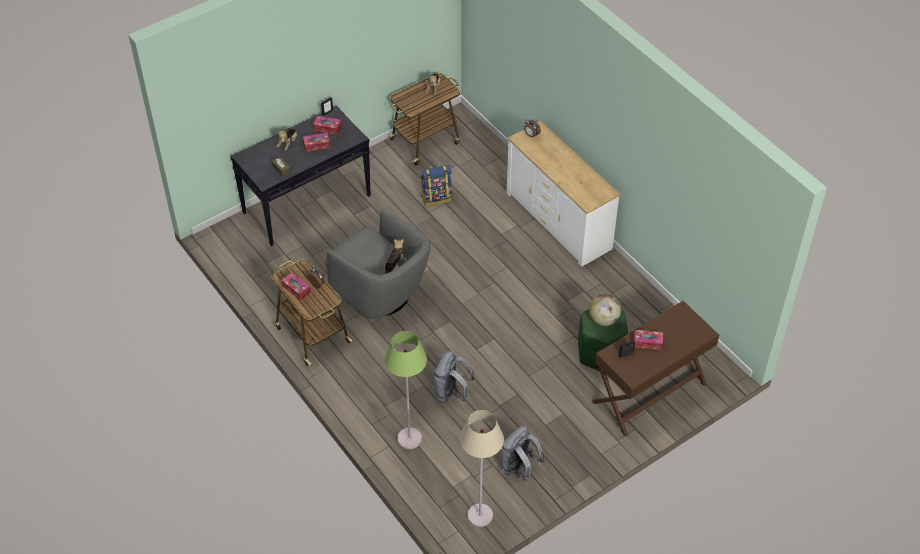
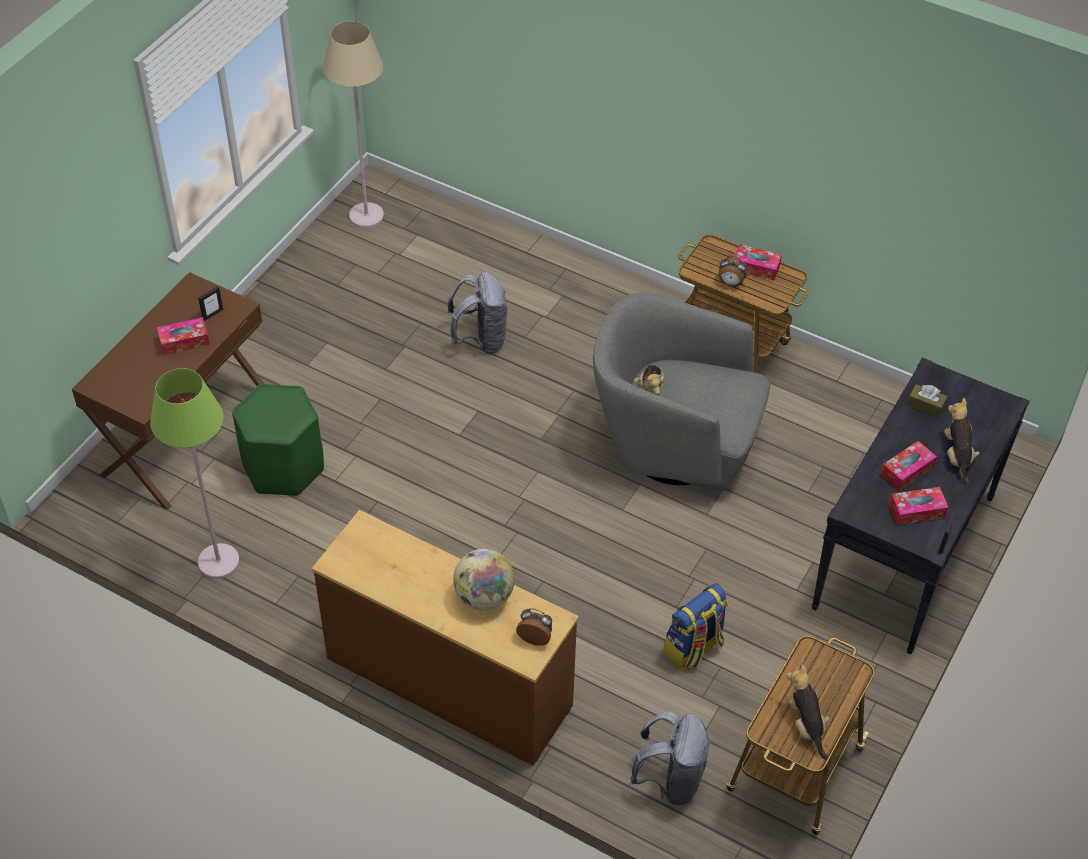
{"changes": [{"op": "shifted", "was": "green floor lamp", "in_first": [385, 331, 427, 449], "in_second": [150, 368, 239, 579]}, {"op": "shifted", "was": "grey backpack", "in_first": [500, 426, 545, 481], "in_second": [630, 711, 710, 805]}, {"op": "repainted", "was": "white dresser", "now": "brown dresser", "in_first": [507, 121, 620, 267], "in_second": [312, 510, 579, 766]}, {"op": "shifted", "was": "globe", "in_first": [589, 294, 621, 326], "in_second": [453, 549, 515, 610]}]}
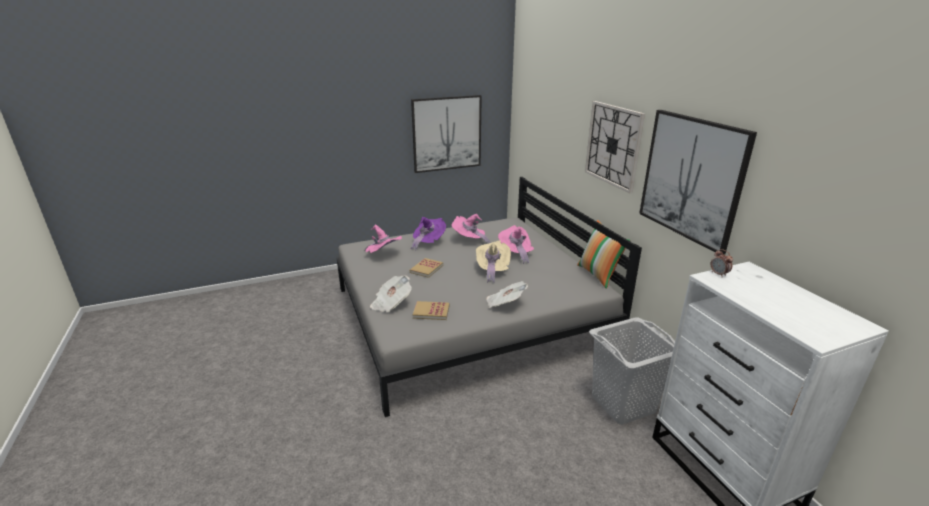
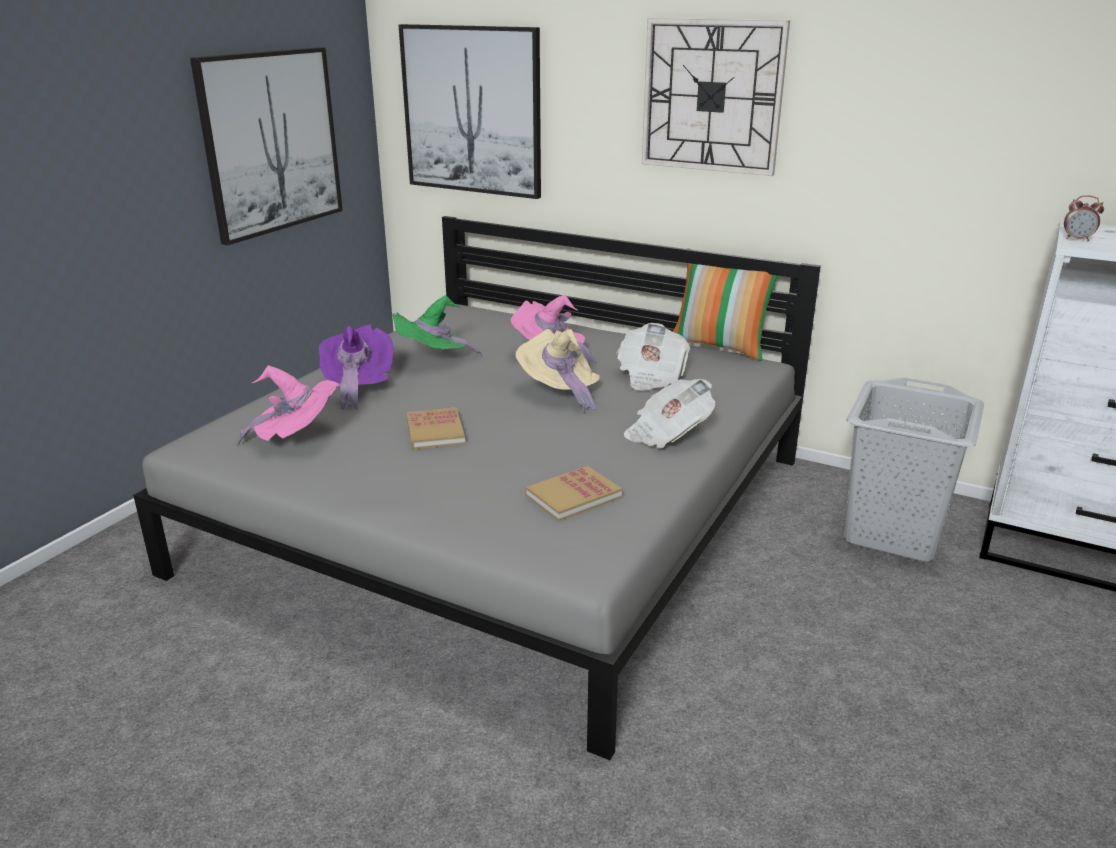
{"changes": [{"op": "shifted", "was": "newspaper", "in_first": [370, 275, 412, 313], "in_second": [616, 323, 690, 391]}, {"op": "repainted", "was": "pink hat", "now": "green hat", "in_first": [452, 214, 491, 244], "in_second": [392, 295, 484, 358]}, {"op": "shifted", "was": "picture", "in_first": [639, 110, 757, 255], "in_second": [399, 24, 541, 199]}]}
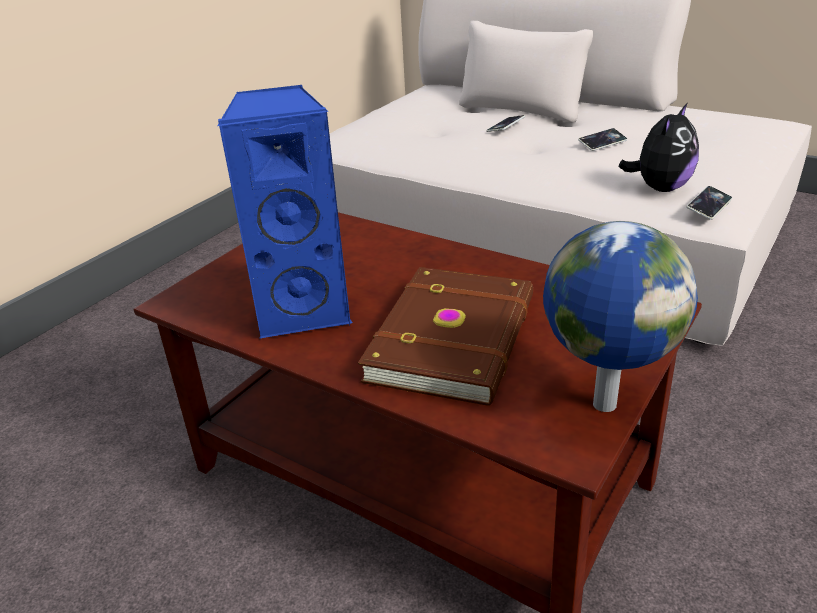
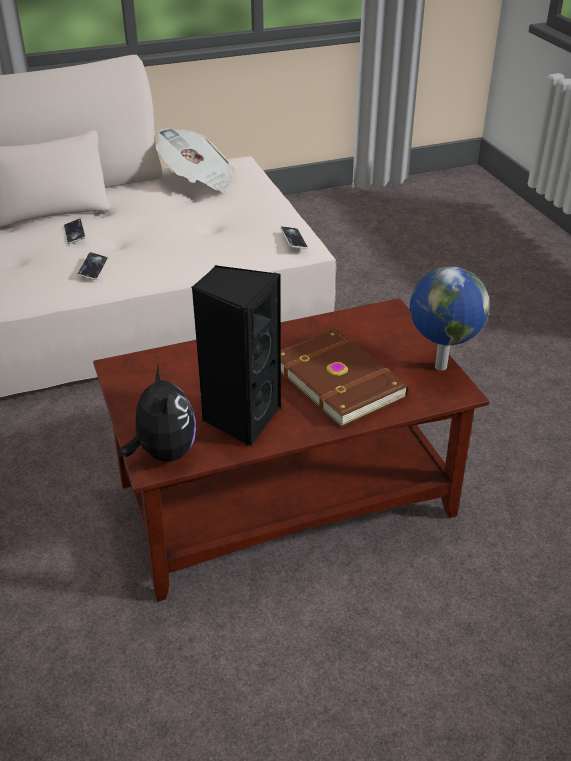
{"changes": [{"op": "repainted", "was": "blue speaker", "now": "black speaker", "in_first": [217, 85, 352, 339], "in_second": [191, 264, 281, 446]}, {"op": "shifted", "was": "phone", "in_first": [578, 128, 628, 151], "in_second": [77, 252, 108, 280]}, {"op": "shifted", "was": "plush toy", "in_first": [618, 104, 699, 192], "in_second": [119, 365, 196, 462]}, {"op": "new", "now": "newspaper", "in_second": [155, 128, 235, 191]}]}
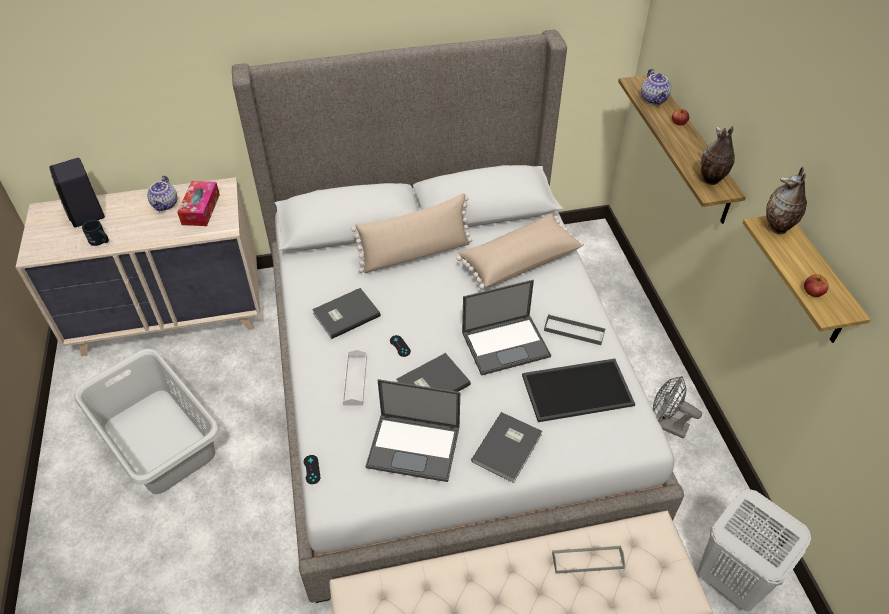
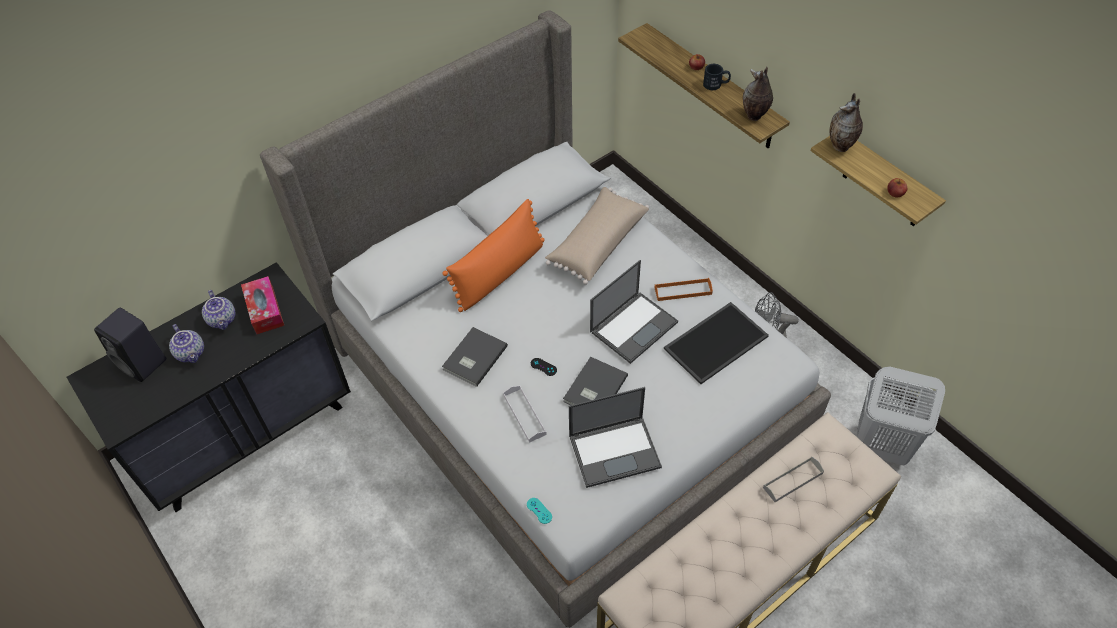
{"changes": [{"op": "repainted", "was": "beige dresser", "now": "black dresser", "in_first": [16, 177, 261, 356], "in_second": [67, 262, 351, 512]}, {"op": "gone", "was": "grey laundry basket", "in_first": [74, 349, 220, 494]}, {"op": "shifted", "was": "black mug", "in_first": [82, 220, 109, 246], "in_second": [703, 64, 731, 90]}, {"op": "repainted", "was": "black game controller", "now": "turquoise game controller", "in_first": [304, 455, 320, 484], "in_second": [527, 498, 552, 524]}, {"op": "repainted", "was": "beige pillow", "now": "orange pillow", "in_first": [351, 193, 472, 273], "in_second": [442, 199, 545, 312]}, {"op": "gone", "was": "grey book", "in_first": [471, 412, 542, 483]}, {"op": "repainted", "was": "grey tray", "now": "orange tray", "in_first": [544, 315, 606, 345], "in_second": [654, 278, 713, 301]}, {"op": "shifted", "was": "teapot", "in_first": [641, 69, 671, 105], "in_second": [169, 324, 204, 363]}]}
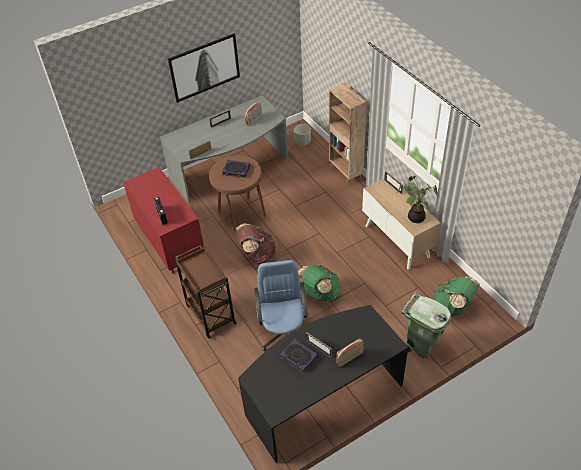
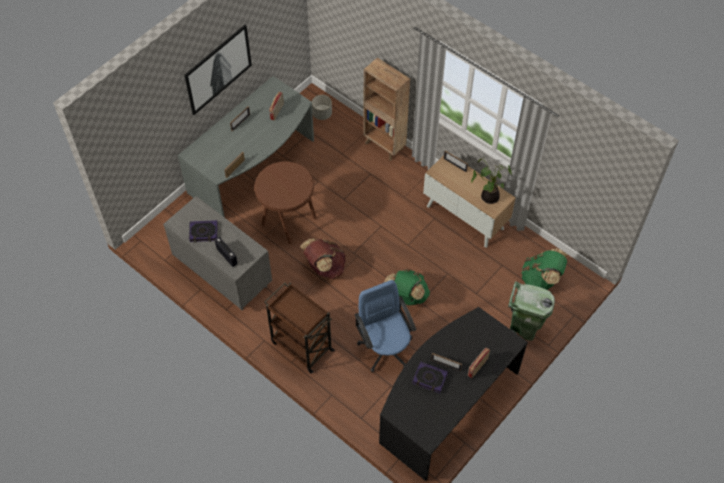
{"changes": [{"op": "repainted", "was": "red dresser", "now": "grey dresser", "in_first": [123, 167, 204, 274], "in_second": [163, 196, 272, 310]}, {"op": "shifted", "was": "book", "in_first": [222, 160, 250, 178], "in_second": [189, 220, 218, 242]}]}
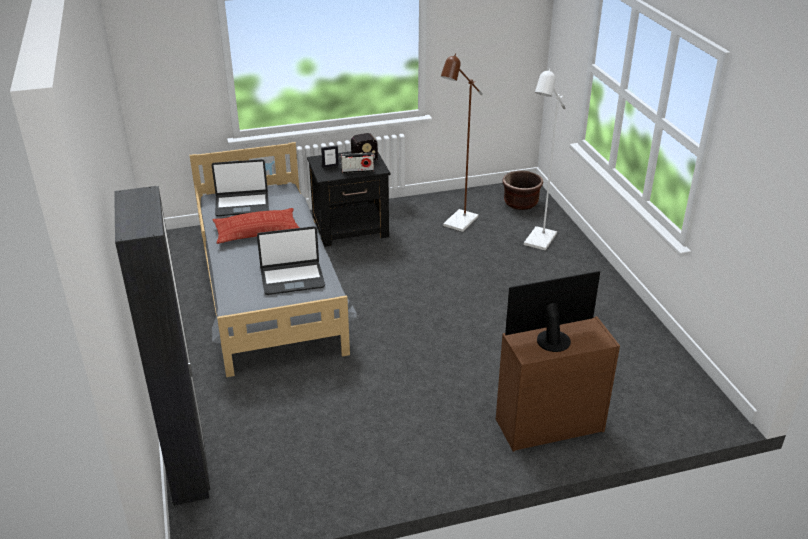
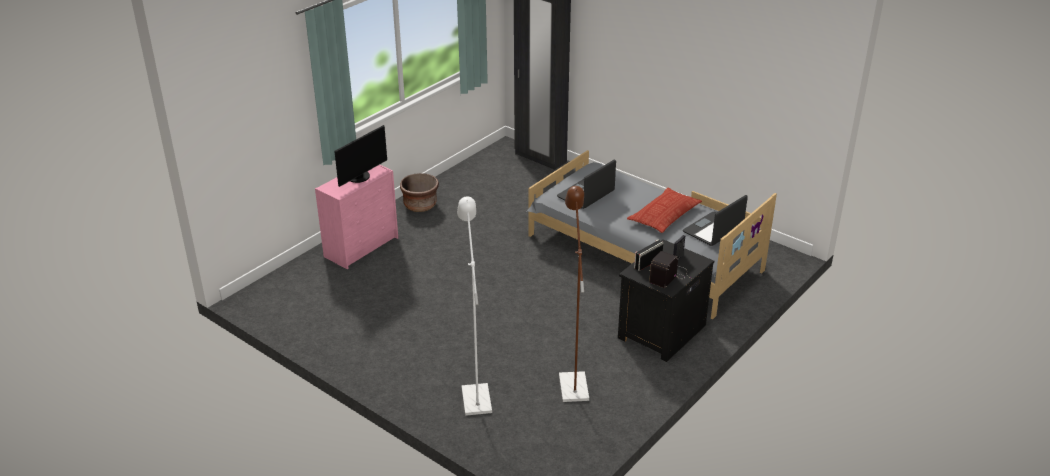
{"changes": [{"op": "repainted", "was": "brown dresser", "now": "pink dresser", "in_first": [496, 316, 620, 452], "in_second": [315, 165, 398, 269]}, {"op": "shifted", "was": "brown planter", "in_first": [502, 171, 543, 210], "in_second": [400, 173, 439, 212]}]}
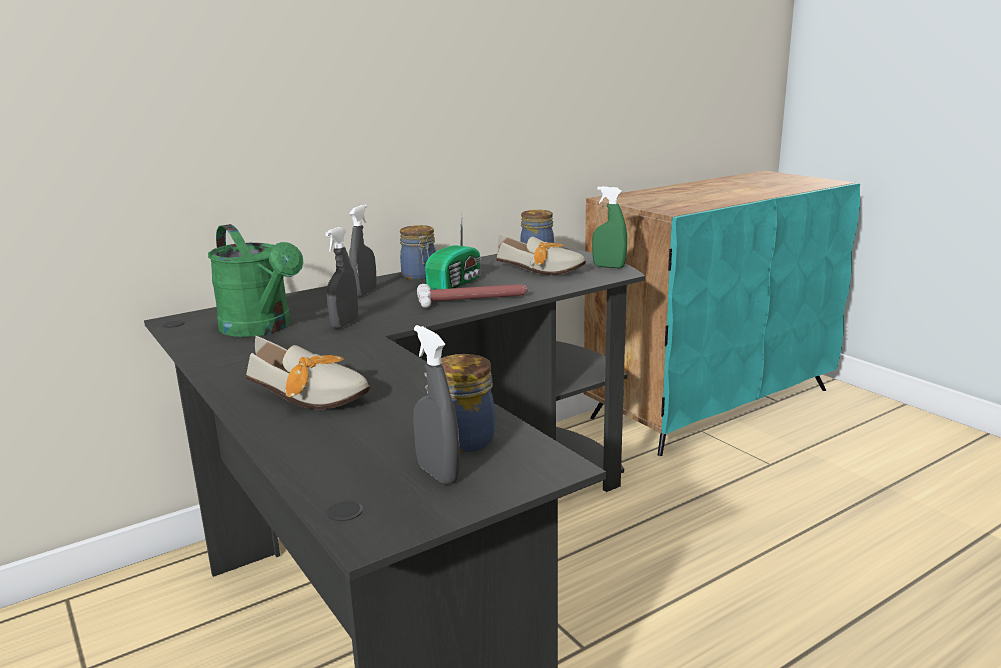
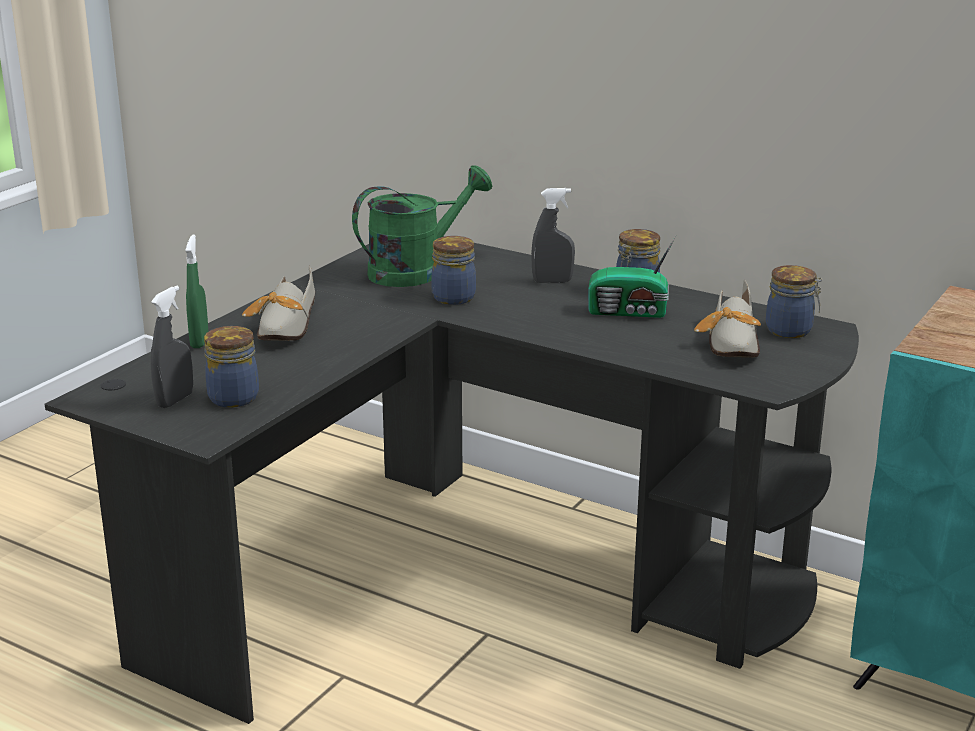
{"changes": [{"op": "rotated", "was": "green watering can", "in_first": [208, 224, 303, 337], "in_second": [352, 165, 493, 287], "clockwise": -150}, {"op": "swapped", "was": "grey spray bottle", "now": "jar", "in_first": [325, 227, 358, 328], "in_second": [431, 236, 476, 305]}, {"op": "gone", "was": "hammer", "in_first": [417, 284, 528, 308]}, {"op": "shifted", "was": "green spray bottle", "in_first": [592, 186, 627, 268], "in_second": [185, 234, 208, 348]}]}
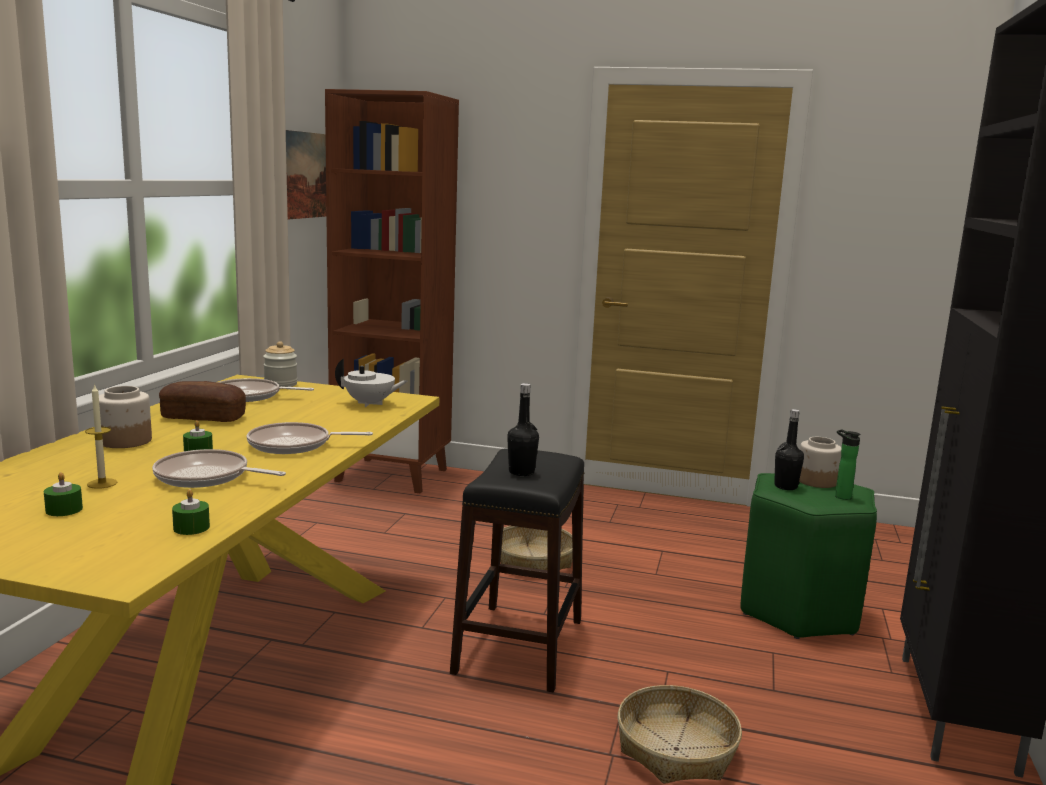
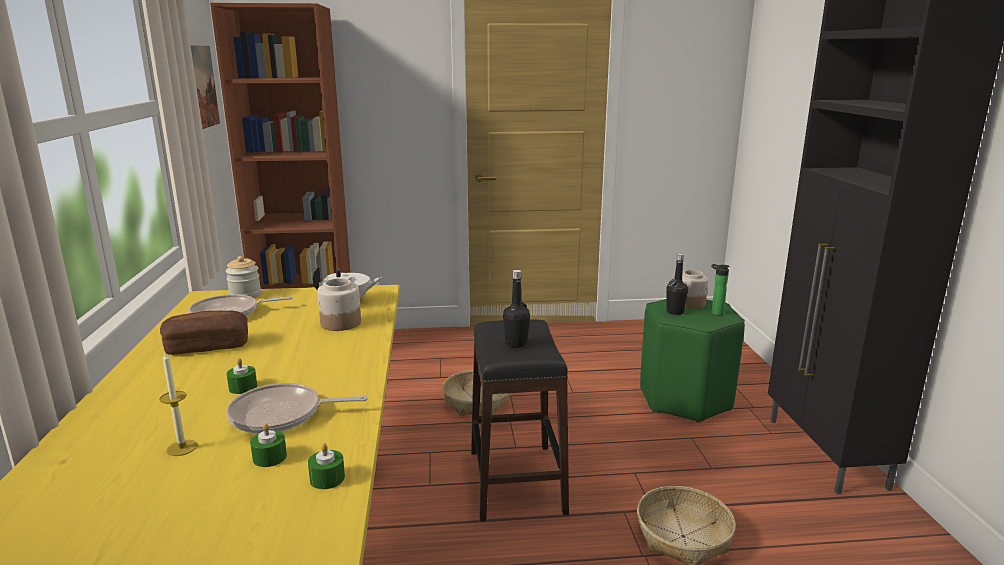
{"changes": [{"op": "shifted", "was": "green candle", "in_first": [44, 472, 83, 516], "in_second": [250, 423, 287, 467]}, {"op": "shifted", "was": "jar", "in_first": [99, 386, 152, 448], "in_second": [317, 278, 361, 331]}, {"op": "gone", "was": "frying pan", "in_first": [246, 422, 373, 454]}]}
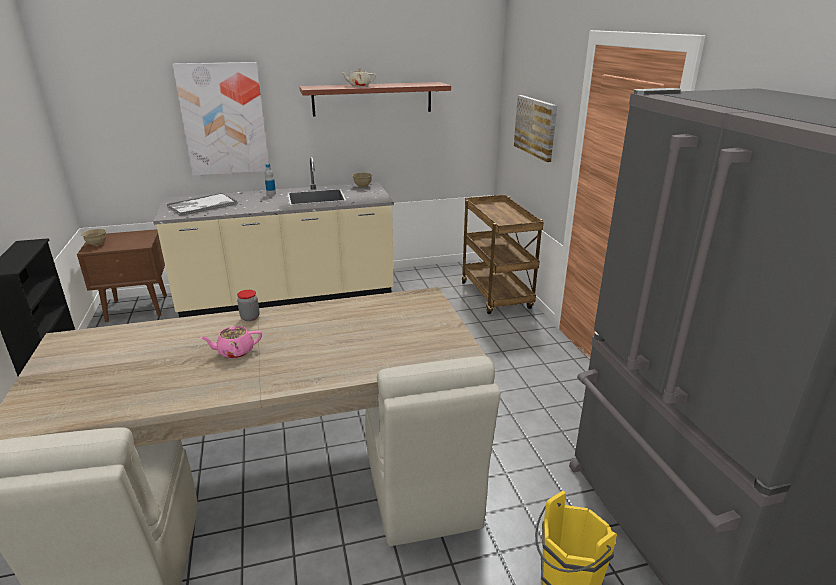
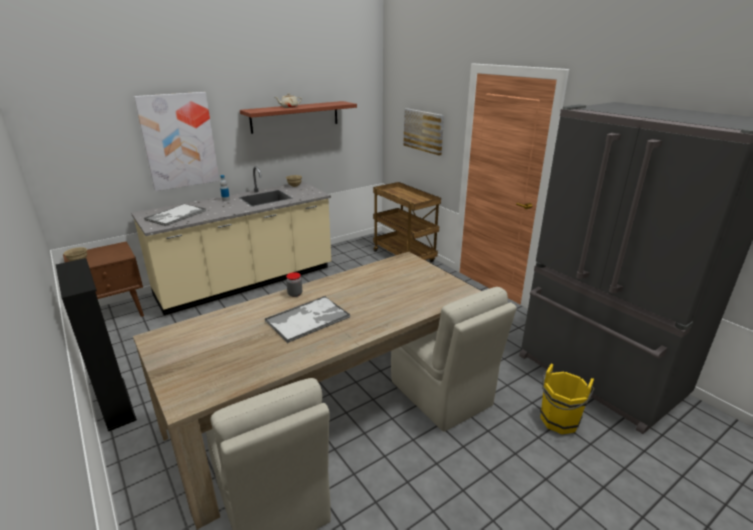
{"changes": [{"op": "swapped", "was": "pink teapot", "now": "tray", "in_first": [200, 326, 262, 359], "in_second": [265, 296, 350, 343]}]}
